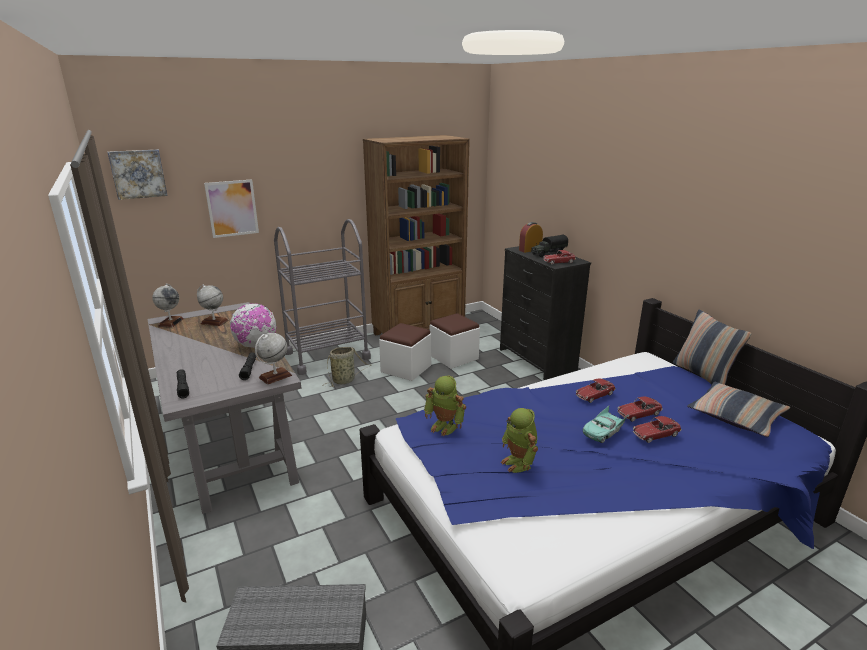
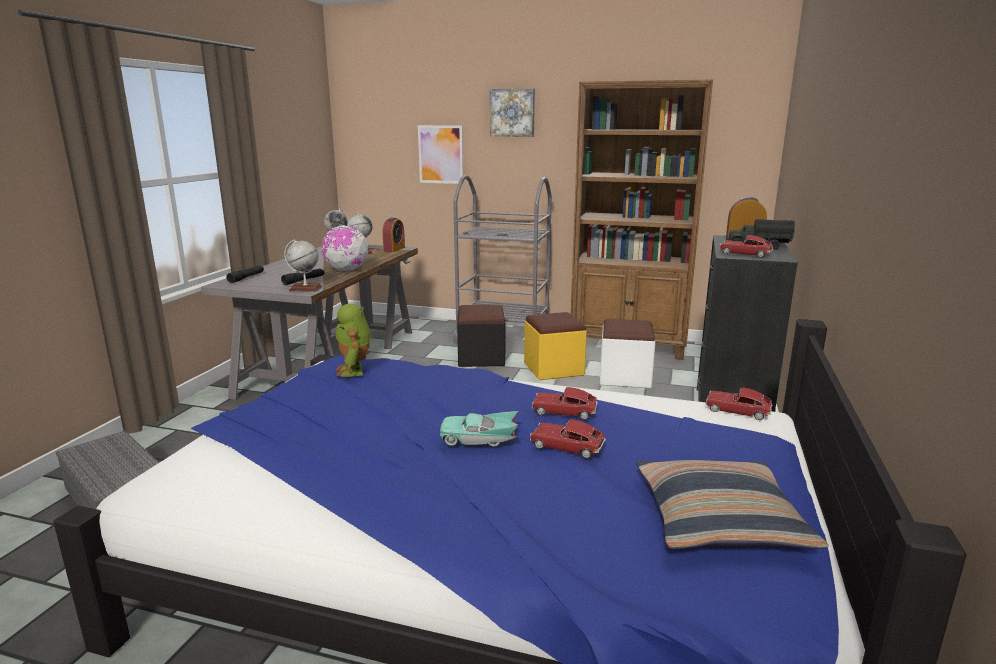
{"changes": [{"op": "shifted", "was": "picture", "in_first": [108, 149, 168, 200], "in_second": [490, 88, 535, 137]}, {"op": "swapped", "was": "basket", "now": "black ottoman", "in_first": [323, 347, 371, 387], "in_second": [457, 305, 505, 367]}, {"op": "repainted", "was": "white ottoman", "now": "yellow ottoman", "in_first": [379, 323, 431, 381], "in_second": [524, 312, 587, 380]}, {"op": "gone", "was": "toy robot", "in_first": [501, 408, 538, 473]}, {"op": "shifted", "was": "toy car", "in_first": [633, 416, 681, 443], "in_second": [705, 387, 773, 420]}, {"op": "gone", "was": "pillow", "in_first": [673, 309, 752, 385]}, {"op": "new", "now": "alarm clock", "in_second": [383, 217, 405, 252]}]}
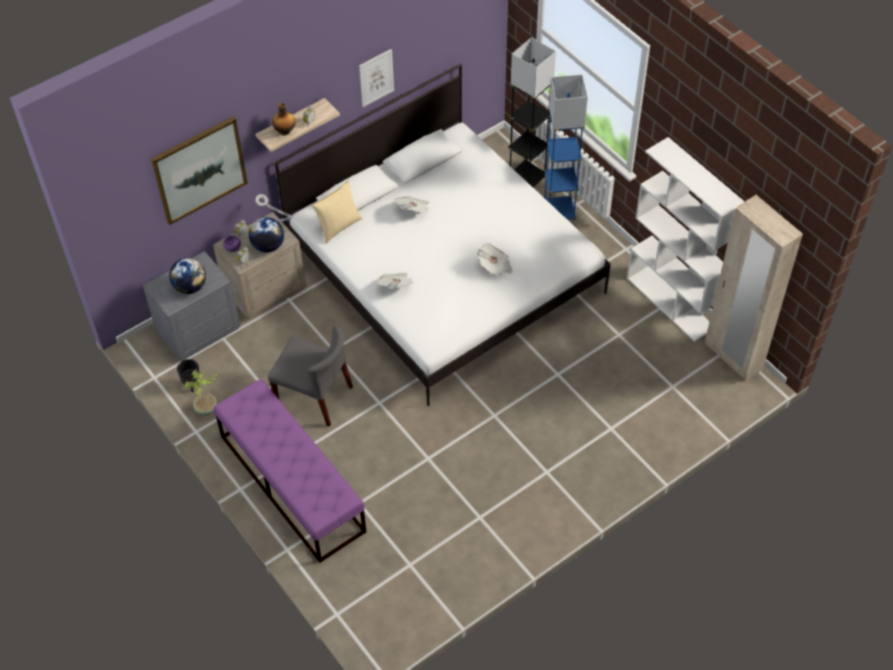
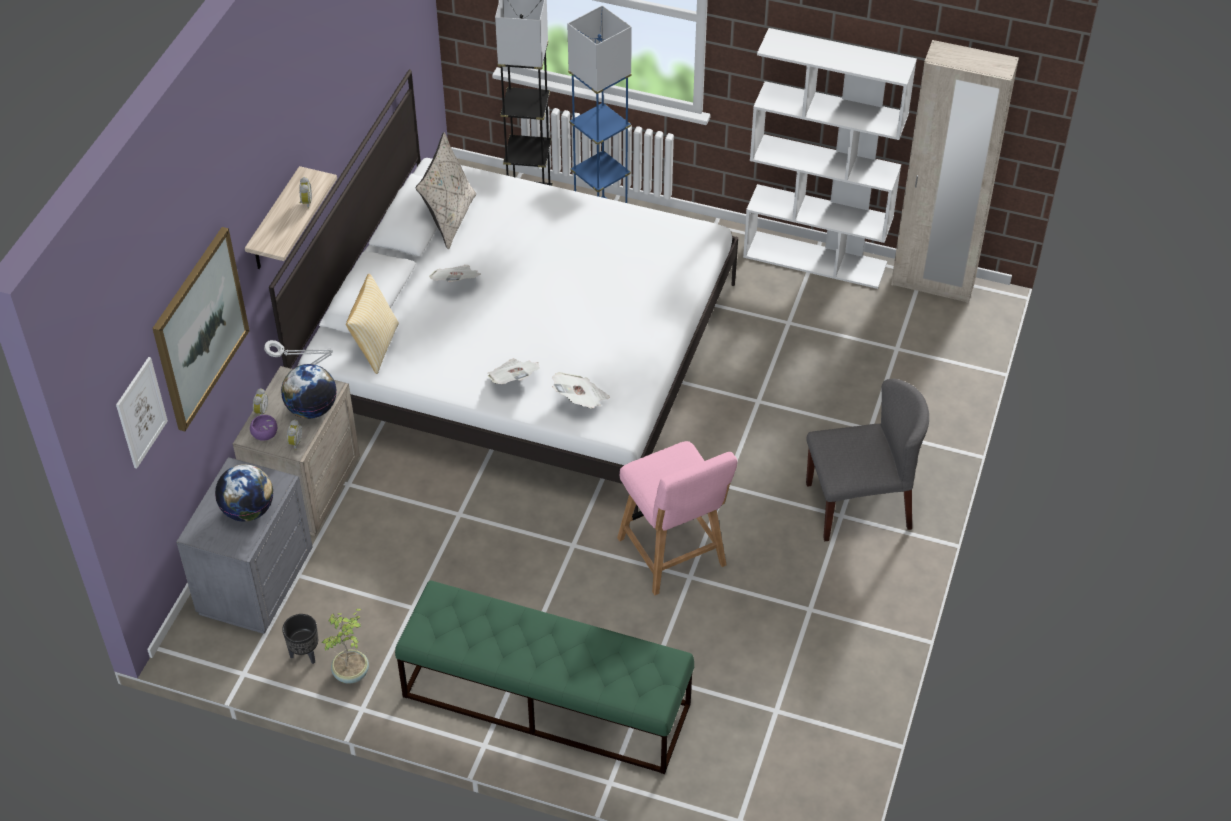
{"changes": [{"op": "repainted", "was": "purple bench", "now": "green bench", "in_first": [213, 379, 366, 563], "in_second": [395, 580, 694, 774]}, {"op": "shifted", "was": "grey chair", "in_first": [268, 326, 353, 427], "in_second": [806, 379, 929, 541]}, {"op": "gone", "was": "bottle", "in_first": [272, 103, 295, 135]}, {"op": "shifted", "was": "picture", "in_first": [359, 49, 394, 107], "in_second": [116, 357, 168, 469]}, {"op": "shifted", "was": "newspaper", "in_first": [476, 244, 513, 275], "in_second": [552, 372, 610, 409]}, {"op": "new", "now": "beige pillow", "in_second": [416, 132, 476, 249]}, {"op": "new", "now": "pink chair", "in_second": [617, 441, 737, 595]}]}
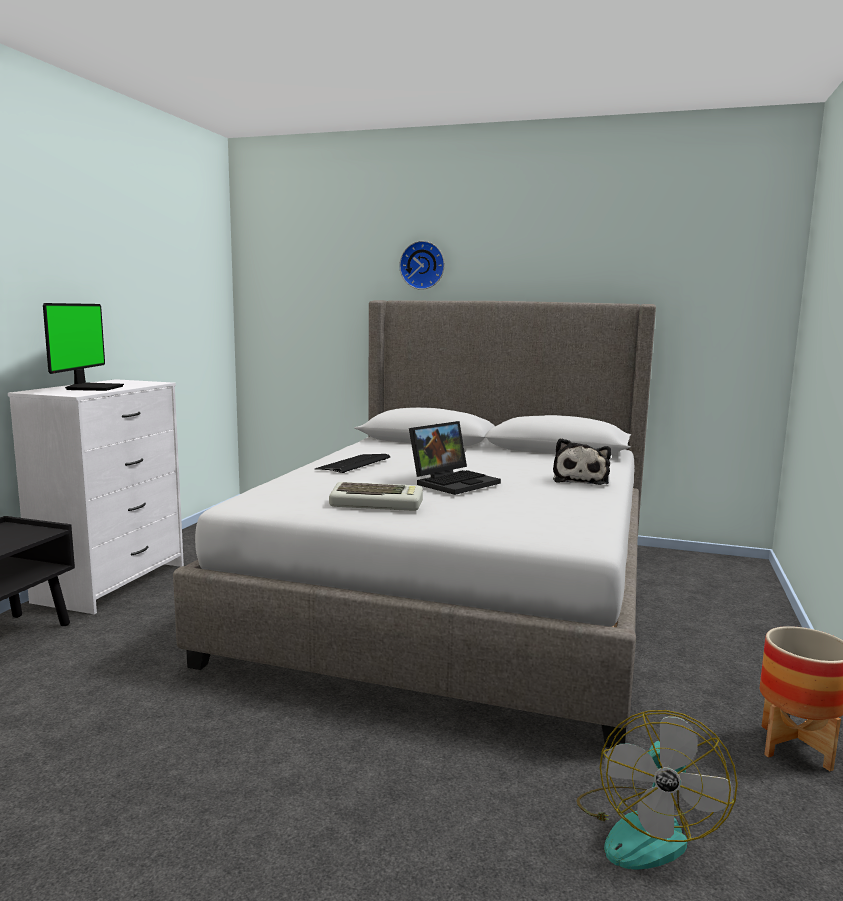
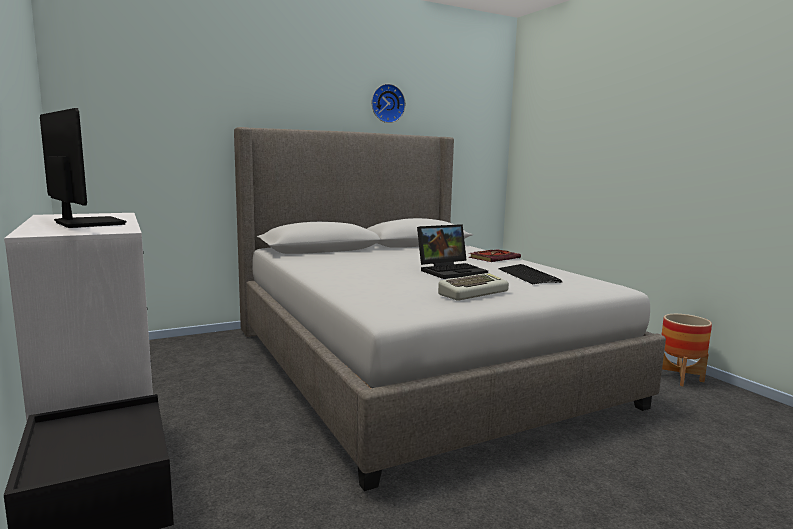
{"changes": [{"op": "shifted", "was": "keyboard", "in_first": [315, 454, 390, 473], "in_second": [498, 264, 562, 284]}, {"op": "shifted", "was": "wall clock", "in_first": [399, 241, 445, 290], "in_second": [372, 84, 405, 123]}, {"op": "rotated", "was": "laptop", "in_first": [409, 421, 501, 495], "in_second": [417, 224, 488, 279], "clockwise": 60}, {"op": "swapped", "was": "plush toy", "now": "book", "in_first": [553, 438, 611, 485], "in_second": [468, 249, 521, 262]}, {"op": "gone", "was": "fan", "in_first": [577, 710, 738, 870]}]}
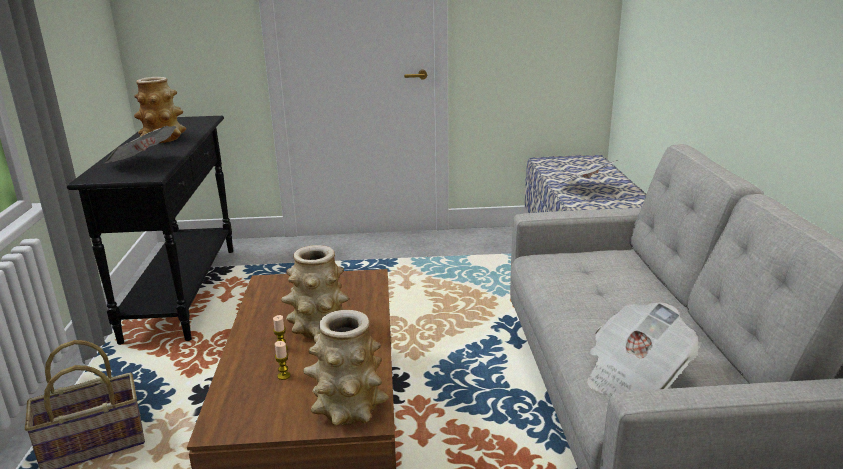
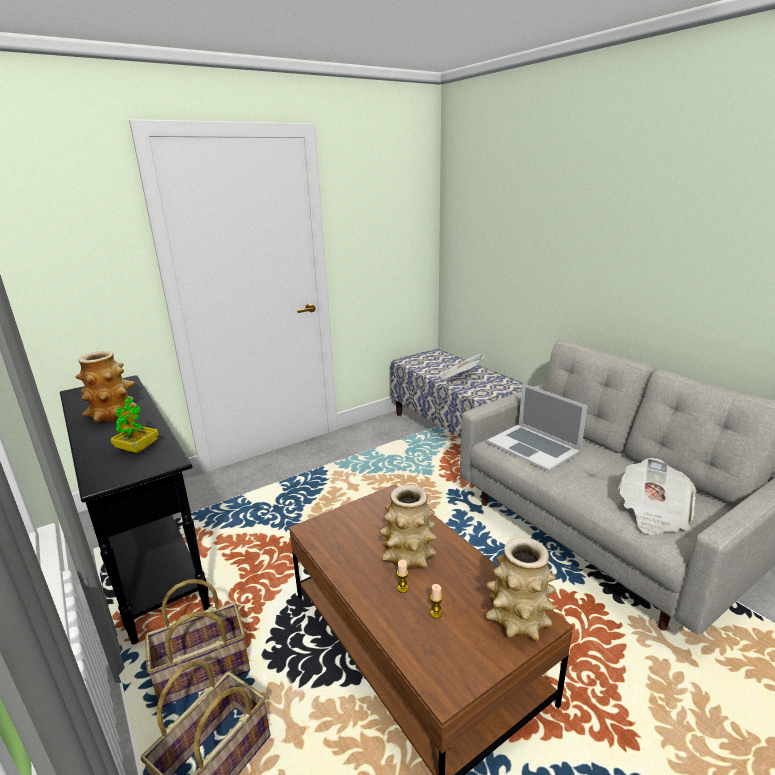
{"changes": [{"op": "swapped", "was": "newspaper", "now": "potted plant", "in_first": [105, 126, 176, 163], "in_second": [111, 397, 159, 453]}, {"op": "new", "now": "basket", "in_second": [145, 579, 250, 707]}, {"op": "new", "now": "laptop", "in_second": [487, 383, 587, 472]}]}
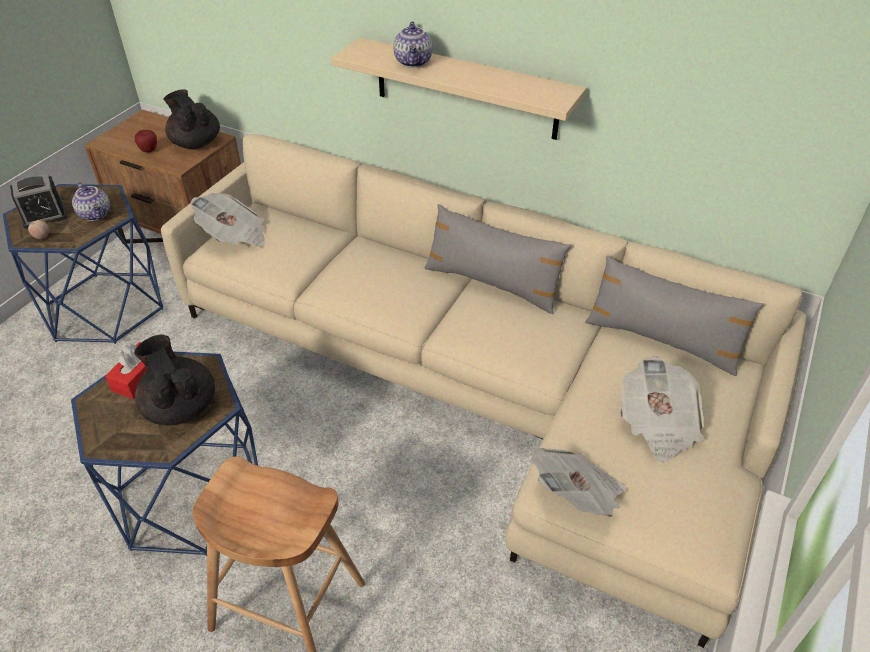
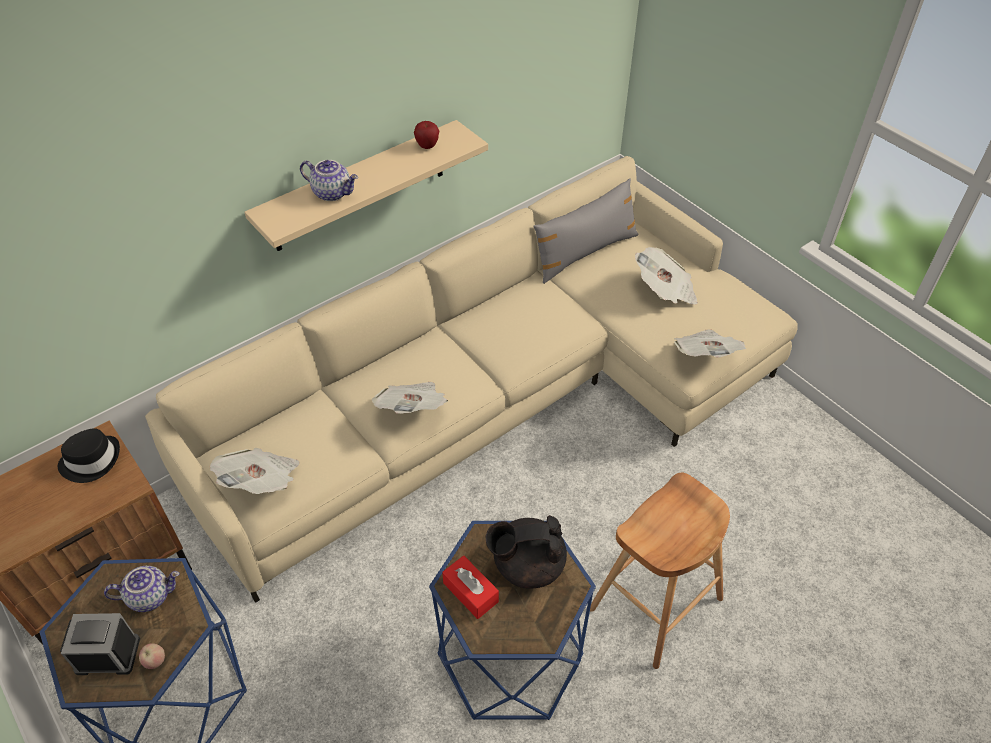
{"changes": [{"op": "rotated", "was": "alarm clock", "in_first": [10, 173, 68, 229], "in_second": [60, 613, 140, 675], "clockwise": -90}, {"op": "shifted", "was": "apple", "in_first": [135, 130, 157, 153], "in_second": [414, 121, 439, 149]}, {"op": "swapped", "was": "black teapot", "now": "black hat", "in_first": [163, 89, 220, 149], "in_second": [58, 428, 120, 483]}, {"op": "gone", "was": "grey pillow", "in_first": [425, 204, 571, 314]}, {"op": "new", "now": "newspaper", "in_second": [372, 382, 448, 414]}]}
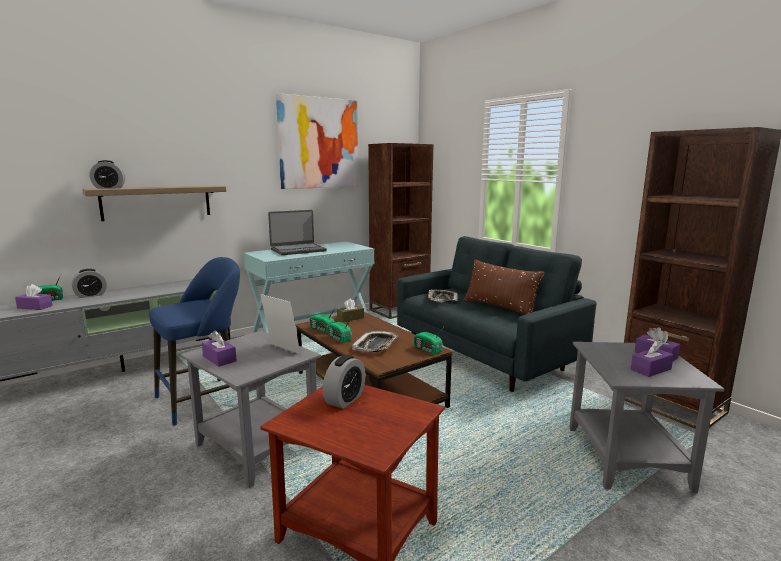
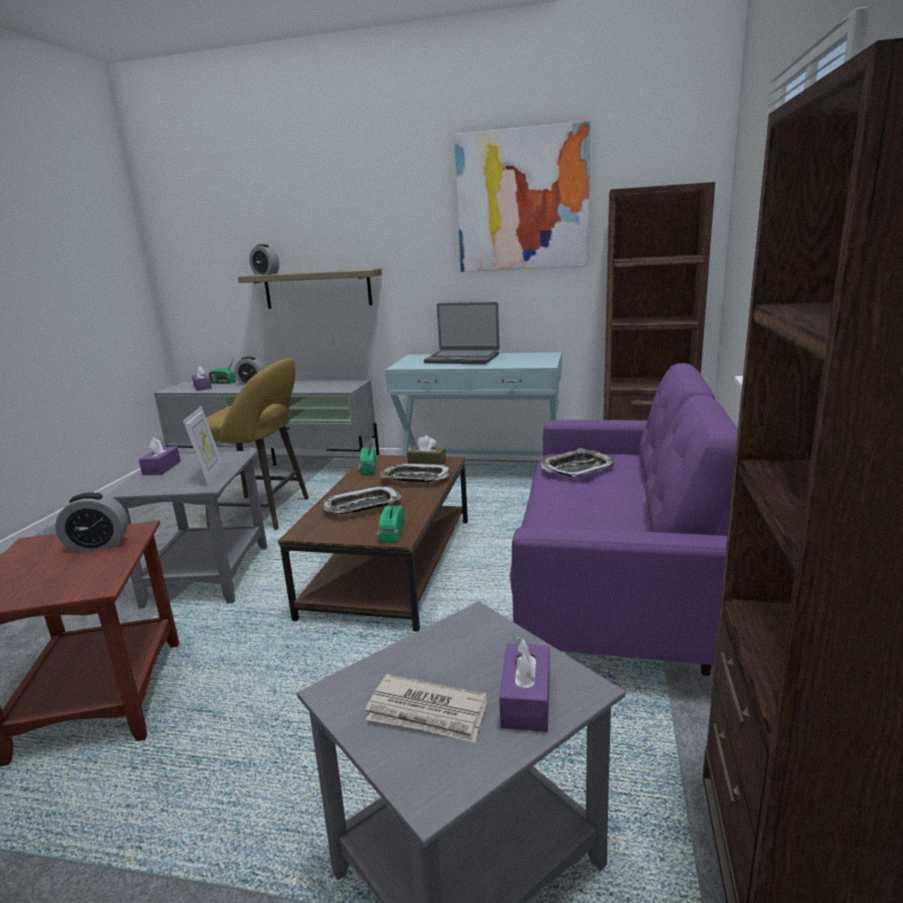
{"changes": [{"op": "repainted", "was": "blue stool", "now": "yellow stool", "in_first": [149, 257, 240, 426], "in_second": [206, 358, 309, 530]}, {"op": "gone", "was": "radio", "in_first": [328, 318, 352, 343]}, {"op": "repainted", "was": "grey sofa", "now": "purple sofa", "in_first": [397, 236, 597, 392], "in_second": [510, 363, 738, 676]}, {"op": "gone", "was": "brown pillow", "in_first": [464, 260, 544, 315]}, {"op": "swapped", "was": "purple tissue box", "now": "newspaper", "in_first": [631, 340, 674, 377], "in_second": [365, 674, 487, 743]}, {"op": "new", "now": "tray", "in_second": [380, 463, 449, 483]}]}
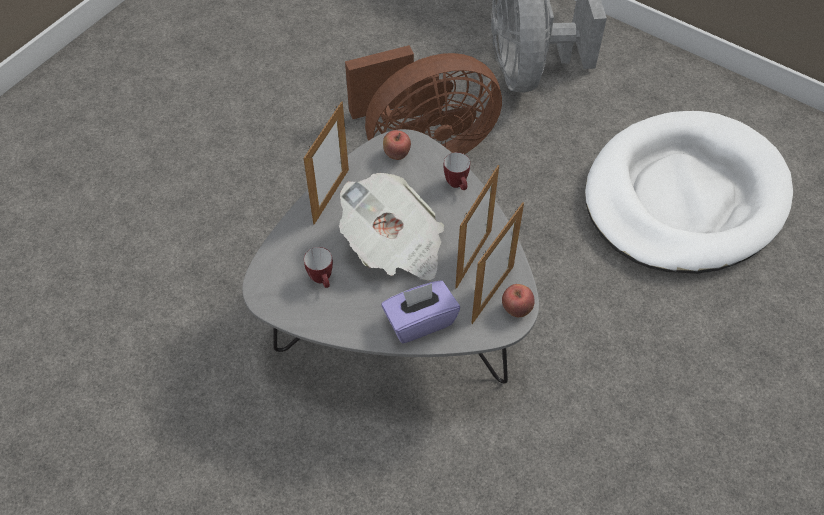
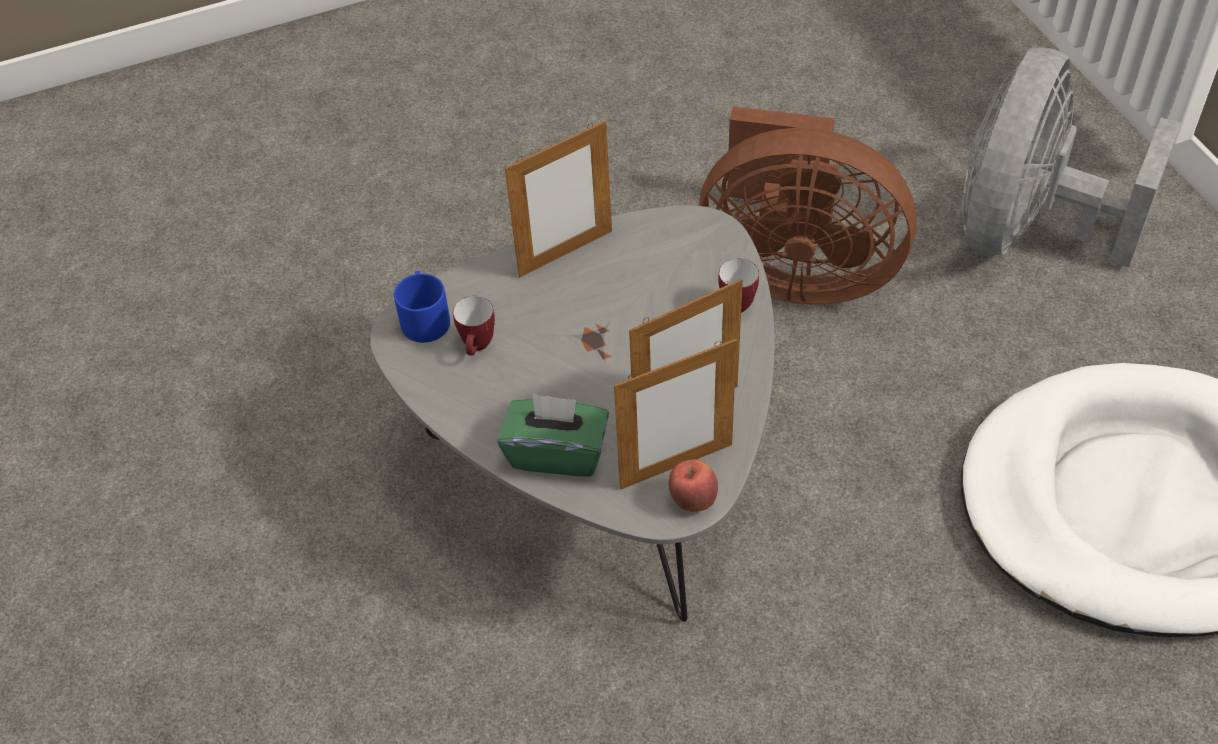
{"changes": [{"op": "gone", "was": "newspaper", "in_first": [339, 173, 444, 280]}, {"op": "repainted", "was": "purple tissue box", "now": "green tissue box", "in_first": [381, 280, 460, 344], "in_second": [497, 393, 609, 476]}, {"op": "gone", "was": "apple", "in_first": [383, 130, 411, 160]}, {"op": "new", "now": "blue mug", "in_second": [394, 271, 450, 343]}]}
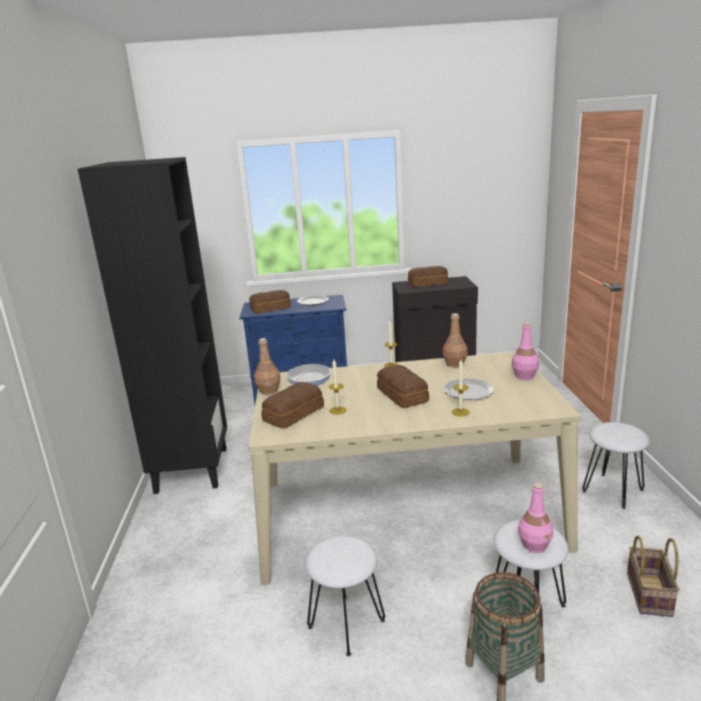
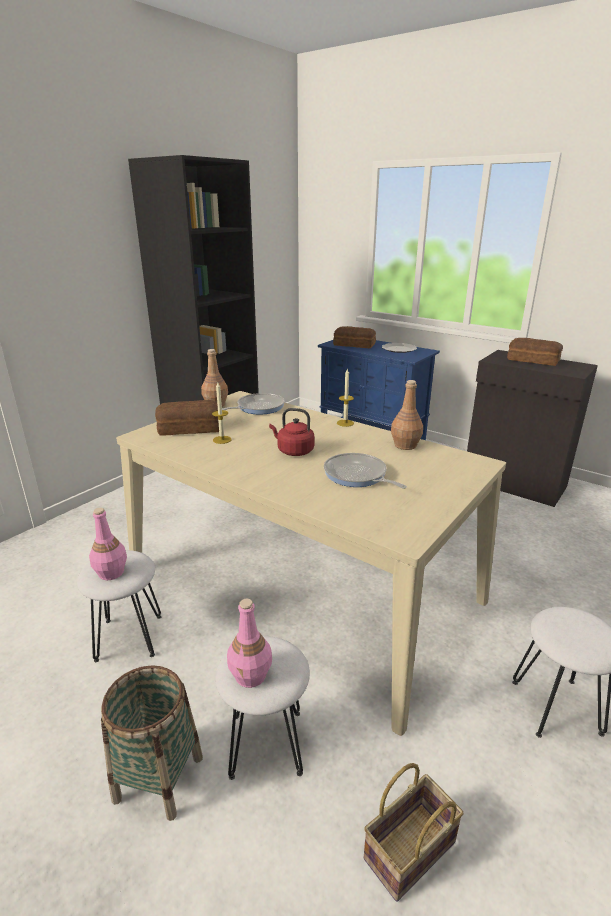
{"changes": [{"op": "swapped", "was": "bread", "now": "red kettle", "in_first": [377, 365, 429, 408], "in_second": [269, 408, 315, 456]}, {"op": "swapped", "was": "plate", "now": "frying pan", "in_first": [444, 379, 494, 400], "in_second": [324, 453, 407, 489]}, {"op": "gone", "was": "candle", "in_first": [452, 360, 470, 417]}, {"op": "shifted", "was": "pink bottle", "in_first": [512, 322, 539, 380], "in_second": [89, 508, 127, 580]}]}
